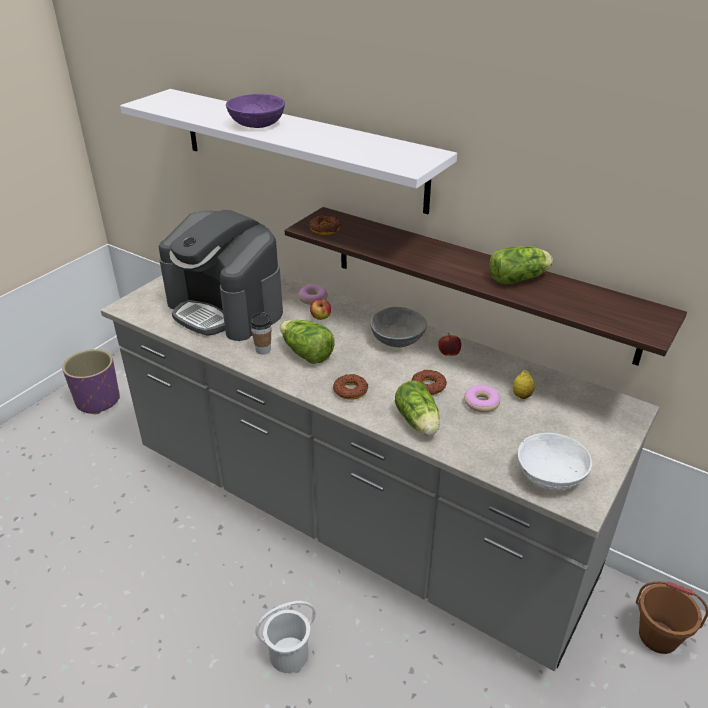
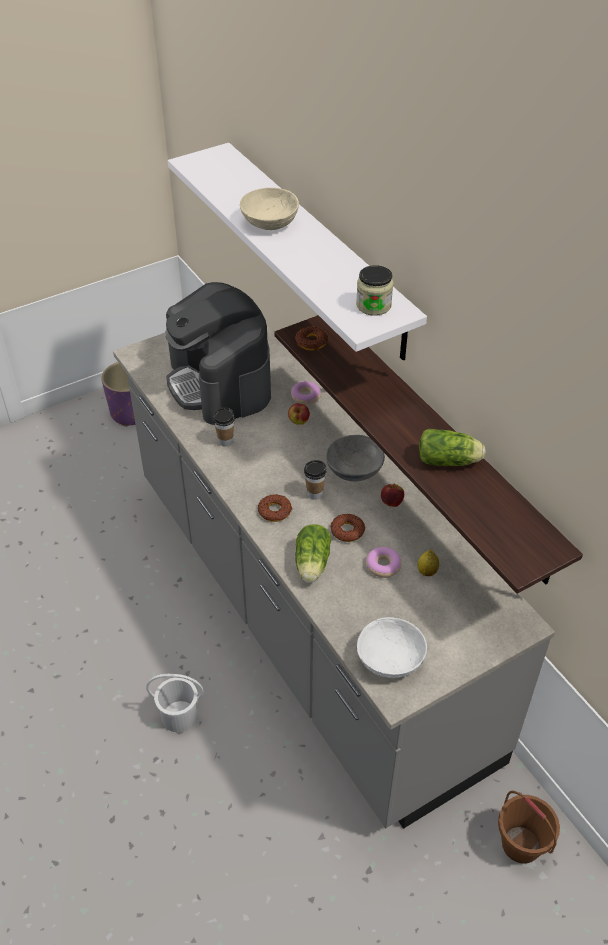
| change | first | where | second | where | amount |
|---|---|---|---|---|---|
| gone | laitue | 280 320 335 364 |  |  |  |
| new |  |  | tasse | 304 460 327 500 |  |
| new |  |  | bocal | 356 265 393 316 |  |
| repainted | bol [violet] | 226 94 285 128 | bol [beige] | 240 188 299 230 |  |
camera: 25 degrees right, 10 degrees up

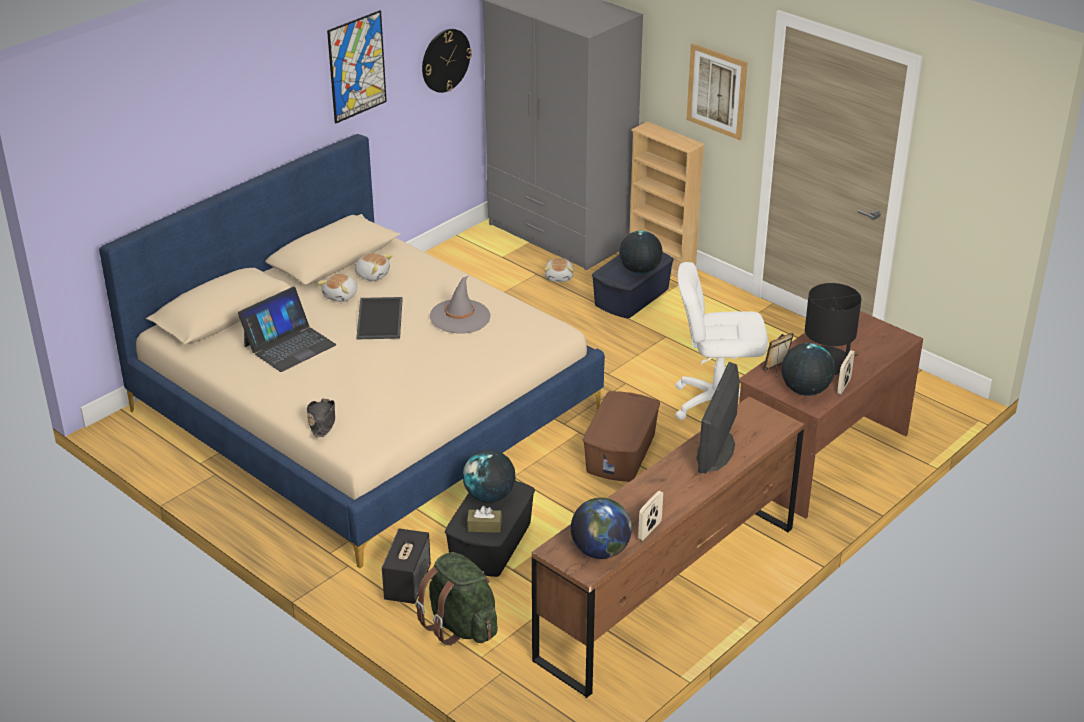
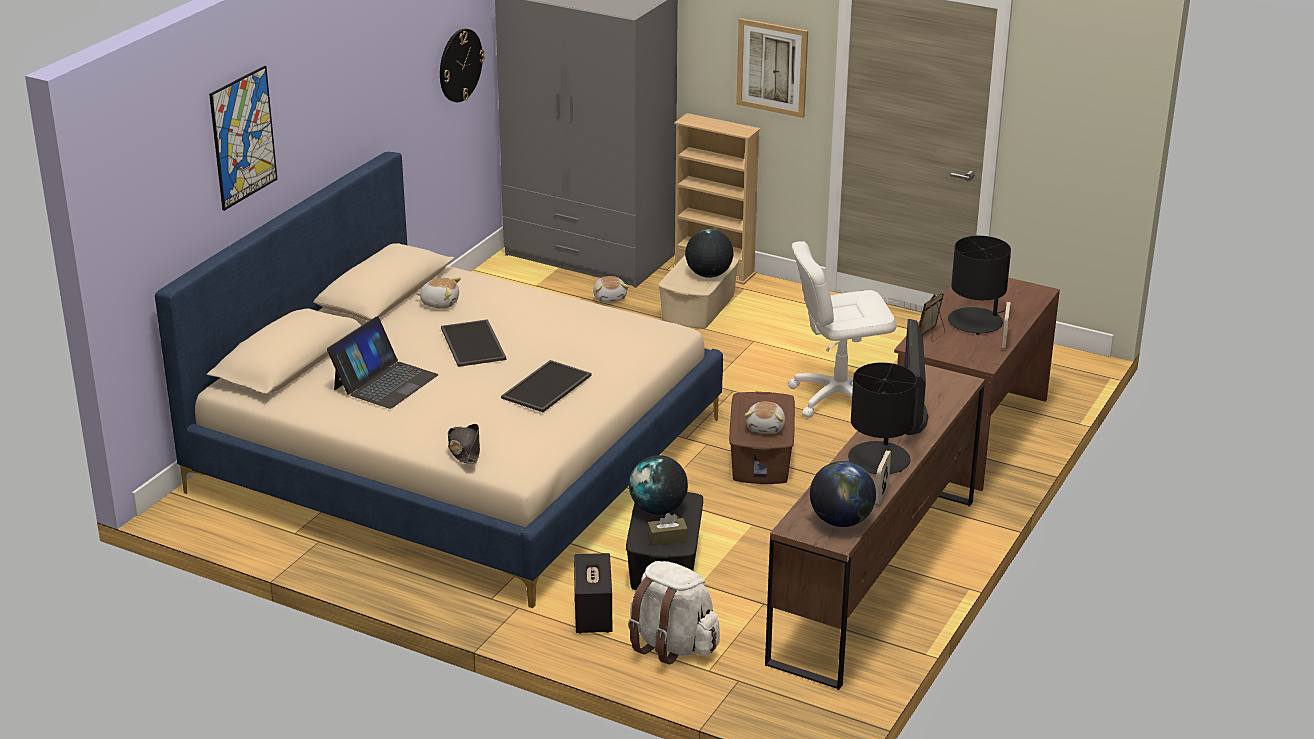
| change | first | where | second | where | amount |
|---|---|---|---|---|---|
| gone | chapeau [gris] | 430 276 490 334 |  |  |  |
| gone | globe | 782 343 835 396 |  |  |  |
| new |  |  | plateau | 501 360 592 412 |  |
| new |  |  | lampe de table [noir] | 848 363 917 474 |  |
| shifted | peluche | 317 274 357 302 |  | 745 402 785 434 |  |
| shifted | tableau | 327 10 387 123 |  | 209 66 277 211 |  |
| repainted | sac à dos [vert] | 415 552 498 645 | sac à dos [blanc] | 628 561 720 664 |  |
| repainted | boîte de rangement [bleu] | 592 252 674 318 | boîte de rangement [beige] | 658 256 739 329 |  |
camera: 15 degrees left, 5 degrees down

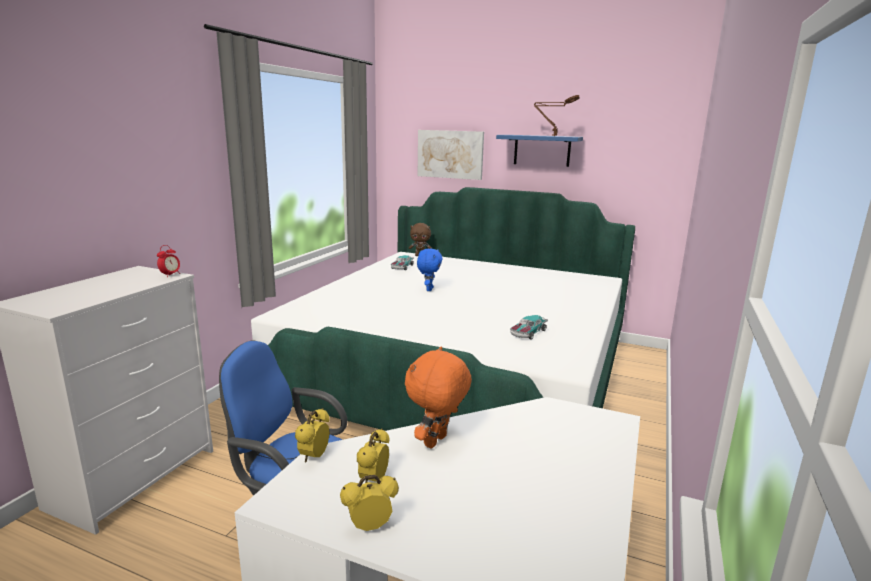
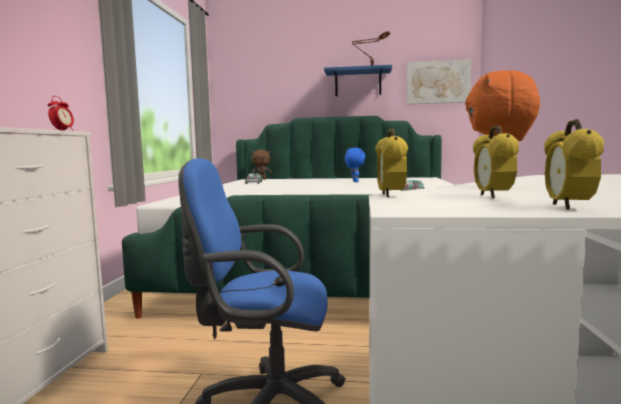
| change | first | where | second | where | amount |
|---|---|---|---|---|---|
| shifted | peluche [bleu] | 417 249 443 291 |  | 345 148 366 182 |  |
| shifted | tableau | 418 130 484 180 |  | 407 59 471 104 |  |
| rotated | réveil | 340 475 399 531 |  | 544 119 604 210 | 45 degrees counterclockwise |
camera: 15 degrees left, 10 degrees down

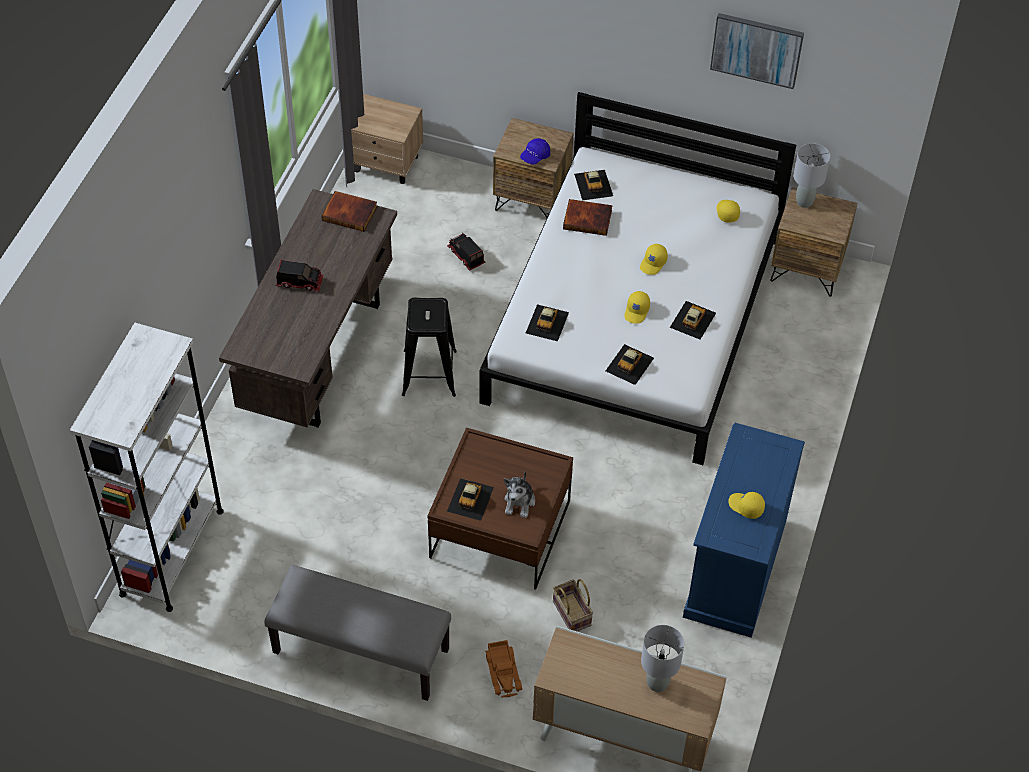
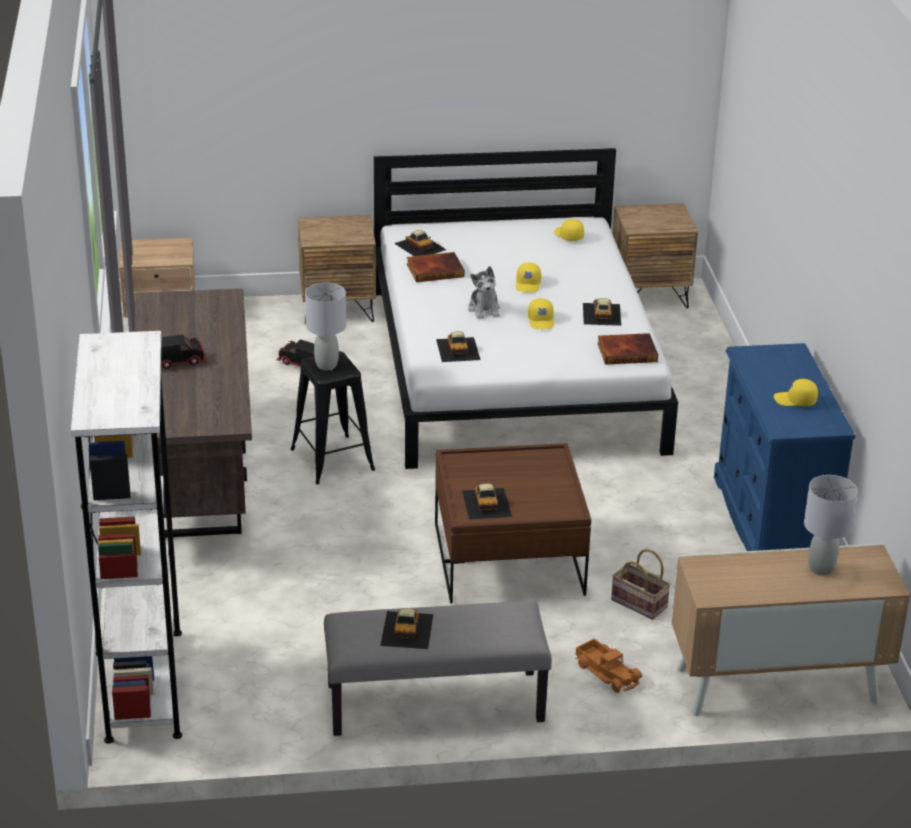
| change | first | where | second | where | amount |
|---|---|---|---|---|---|
| gone | casquette [bleu] | 520 138 550 165 |  |  |  |
| gone | tableau | 710 13 804 89 |  |  |  |
| shifted | livre | 322 191 377 232 |  | 598 333 658 365 |  |
| shifted | peluche | 503 471 535 518 |  | 468 266 500 319 |  |
| shifted | petite voiture | 606 344 654 385 |  | 380 608 434 649 |  |
| shifted | lampe de table [gris] | 794 143 830 208 |  | 305 283 346 370 |  |
camera: 25 degrees left, 20 degrees down

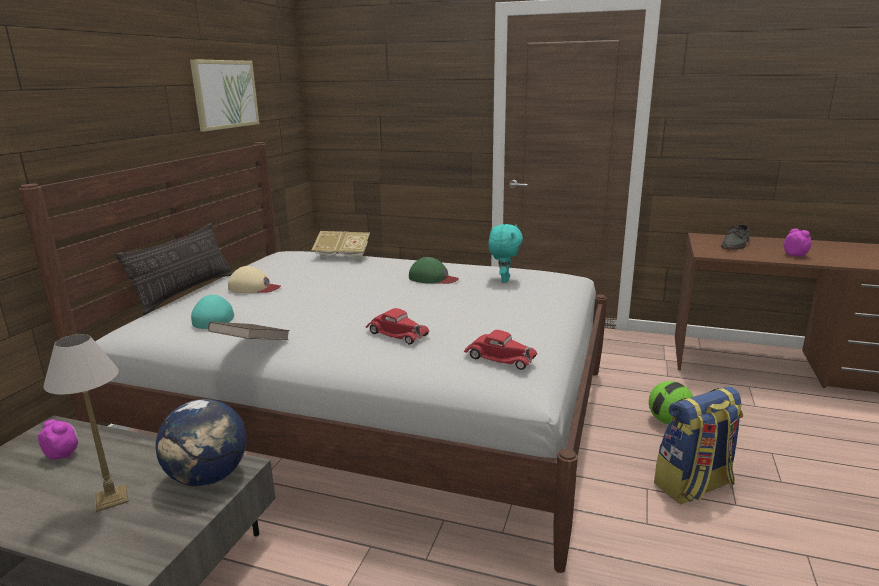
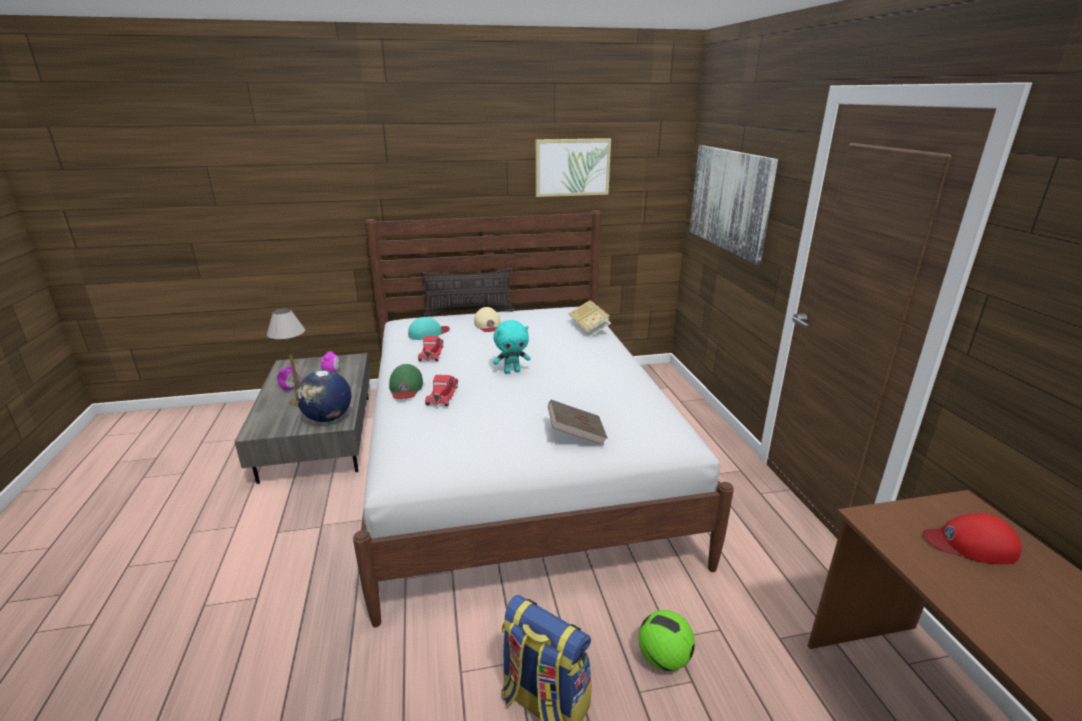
| change | first | where | second | where | amount |
|---|---|---|---|---|---|
| new |  |  | tableau | 689 145 778 264 |  |
| shifted | livre [marron] | 208 322 290 340 |  | 548 400 607 445 |  |
| shifted | casquette [vert] | 409 257 459 284 |  | 389 364 423 399 |  |
| shifted | petite voiture [rouge] | 464 330 538 370 |  | 418 336 443 361 |  |
| shifted | peluche [turquoise] | 488 224 523 283 |  | 493 320 530 374 |  |
| shifted | réveil | 784 228 811 257 |  | 277 366 299 391 |  |
| swapped | chaussure [gris] | 721 224 750 250 | casquette [rouge] | 923 513 1022 564 |  |
camera: 60 degrees right, 5 degrees up

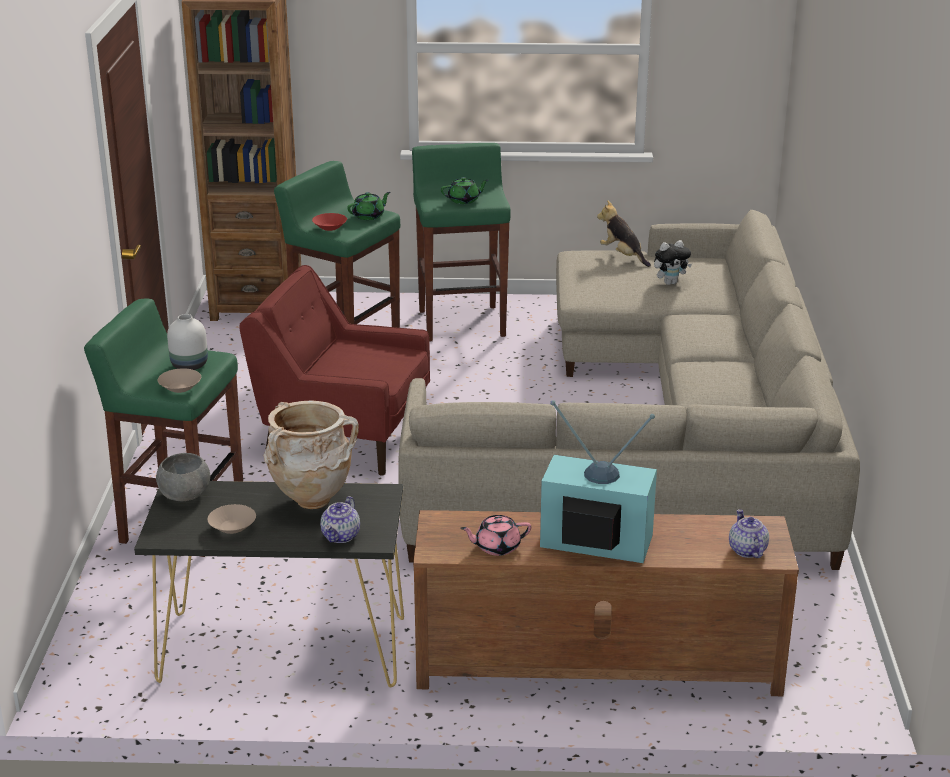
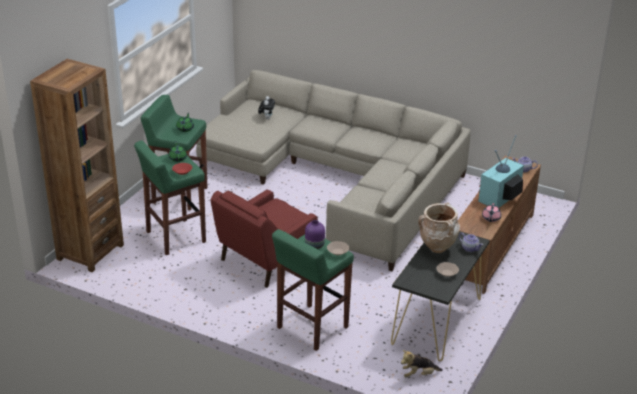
| change | first | where | second | where | amount |
|---|---|---|---|---|---|
| gone | bol [gris] | 156 453 210 501 |  |  |  |
| shifted | peluche | 597 200 651 267 |  | 401 350 443 377 |  |
| repainted | vase [blanc] | 167 314 208 370 | vase [violet] | 305 220 325 249 |  |
camera: 65 degrees left, 5 degrees up

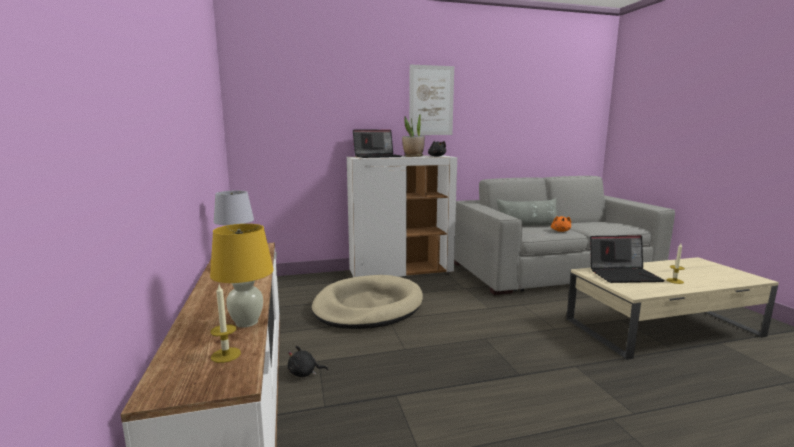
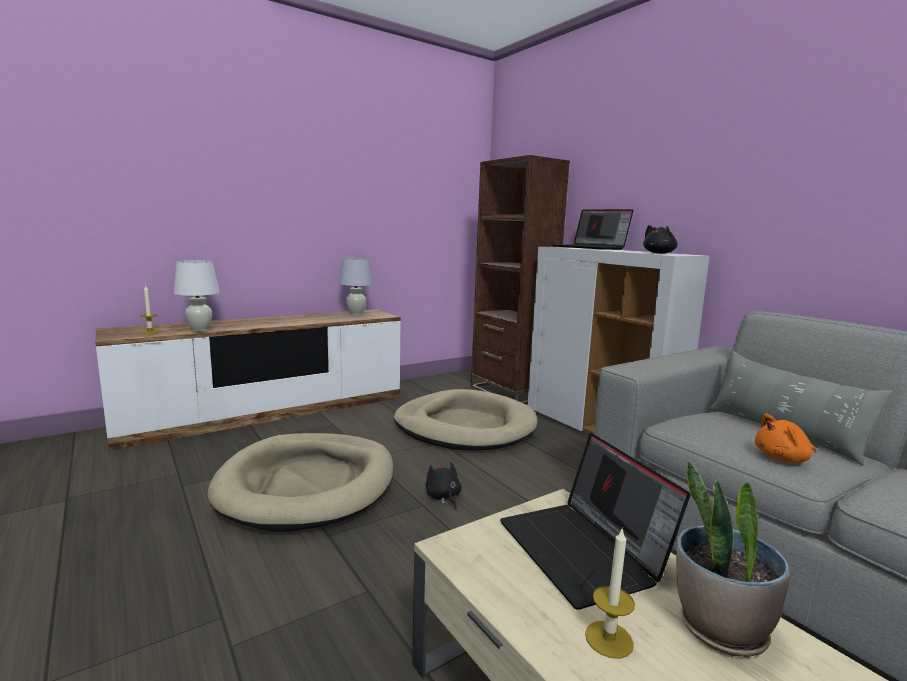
| change | first | where | second | where | amount |
|---|---|---|---|---|---|
| gone | tableau | 409 65 454 135 |  |  |  |
| new |  |  | panier pour chien [beige] | 207 433 394 532 |  |
| new |  |  | bibliothèque [marron] | 471 155 570 404 |  |
| shifted | peluche [noir] | 288 346 328 377 |  | 426 462 462 509 |  |
| shifted | plante en pot | 402 113 425 157 |  | 676 461 790 658 |  |
| repainted | lampe de table [jaune] | 210 224 274 328 | lampe de table [blanc] | 174 260 220 331 |  |
camera: 70 degrees right, 0 degrees up

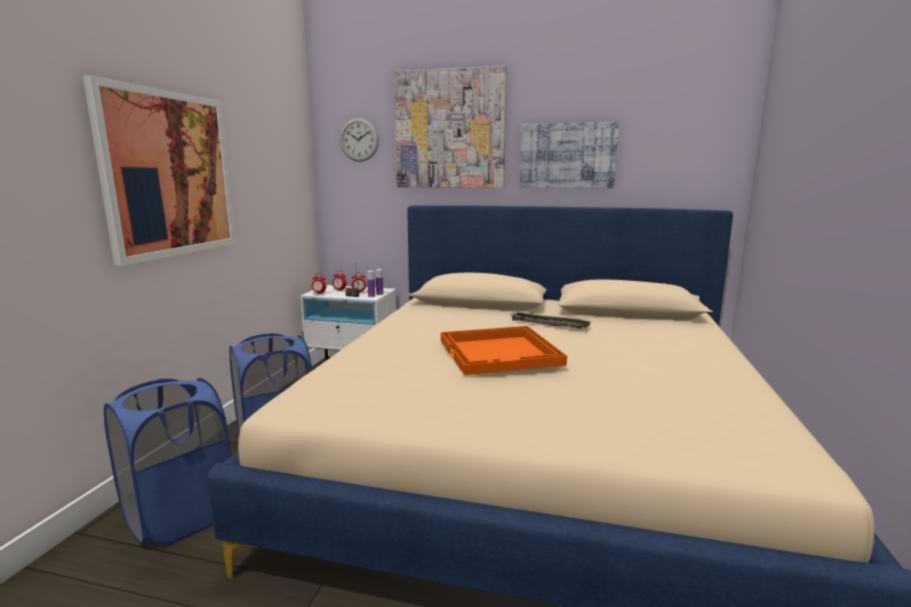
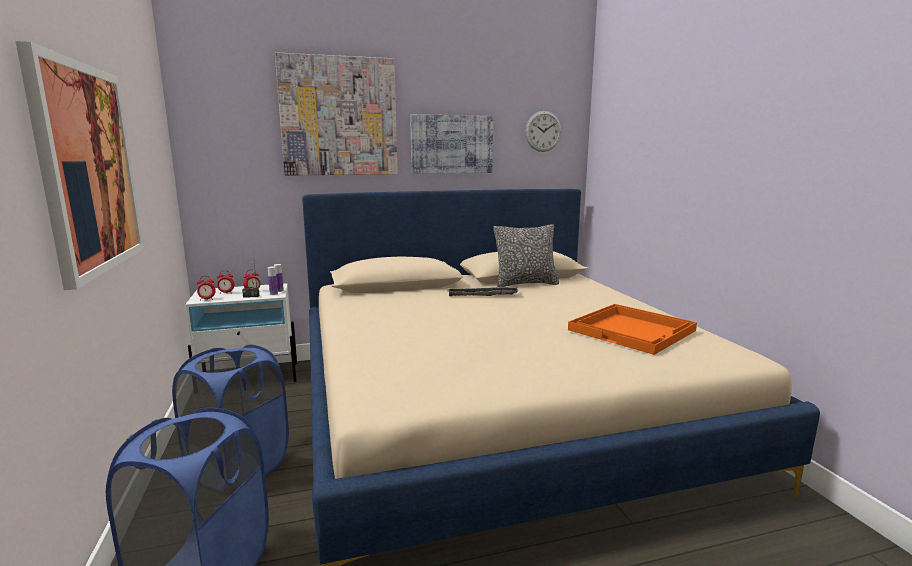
| change | first | where | second | where | amount |
|---|---|---|---|---|---|
| new |  |  | coussin | 493 224 559 287 |  |
| shifted | horloge murale | 340 118 379 162 |  | 525 111 562 152 |  |
| shifted | plateau [orange] | 441 326 567 375 |  | 568 304 697 355 |  |
camera: 30 degrees left, 0 degrees up

